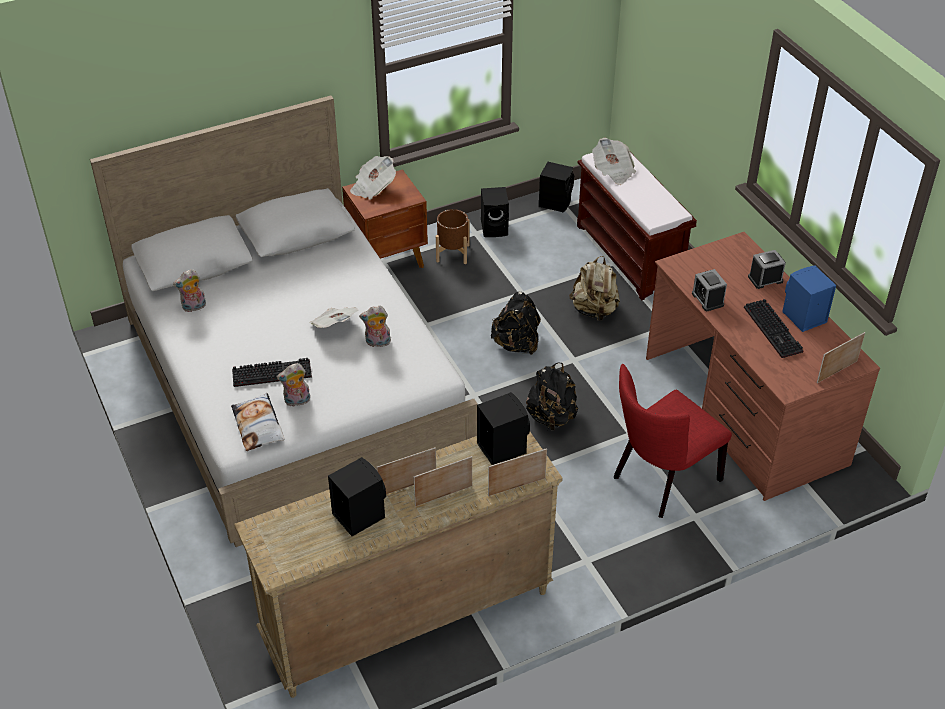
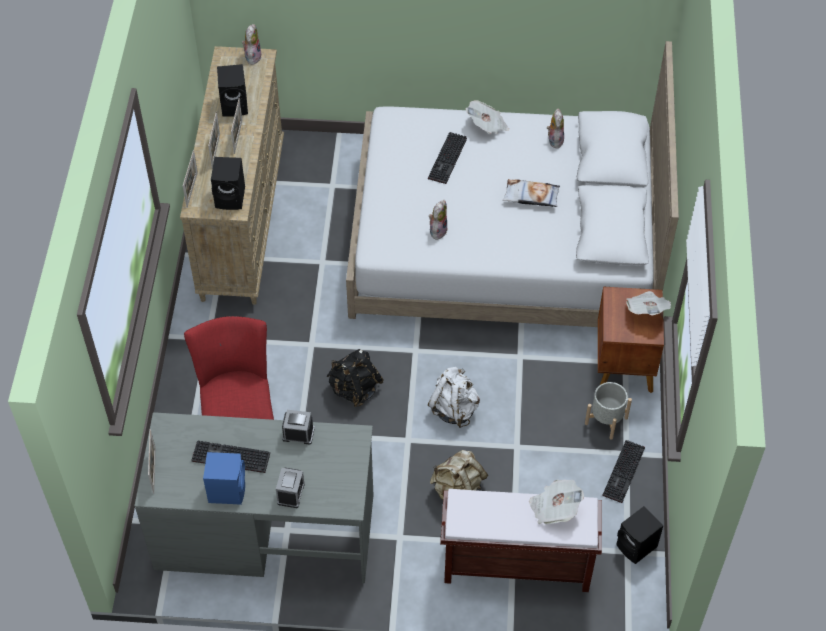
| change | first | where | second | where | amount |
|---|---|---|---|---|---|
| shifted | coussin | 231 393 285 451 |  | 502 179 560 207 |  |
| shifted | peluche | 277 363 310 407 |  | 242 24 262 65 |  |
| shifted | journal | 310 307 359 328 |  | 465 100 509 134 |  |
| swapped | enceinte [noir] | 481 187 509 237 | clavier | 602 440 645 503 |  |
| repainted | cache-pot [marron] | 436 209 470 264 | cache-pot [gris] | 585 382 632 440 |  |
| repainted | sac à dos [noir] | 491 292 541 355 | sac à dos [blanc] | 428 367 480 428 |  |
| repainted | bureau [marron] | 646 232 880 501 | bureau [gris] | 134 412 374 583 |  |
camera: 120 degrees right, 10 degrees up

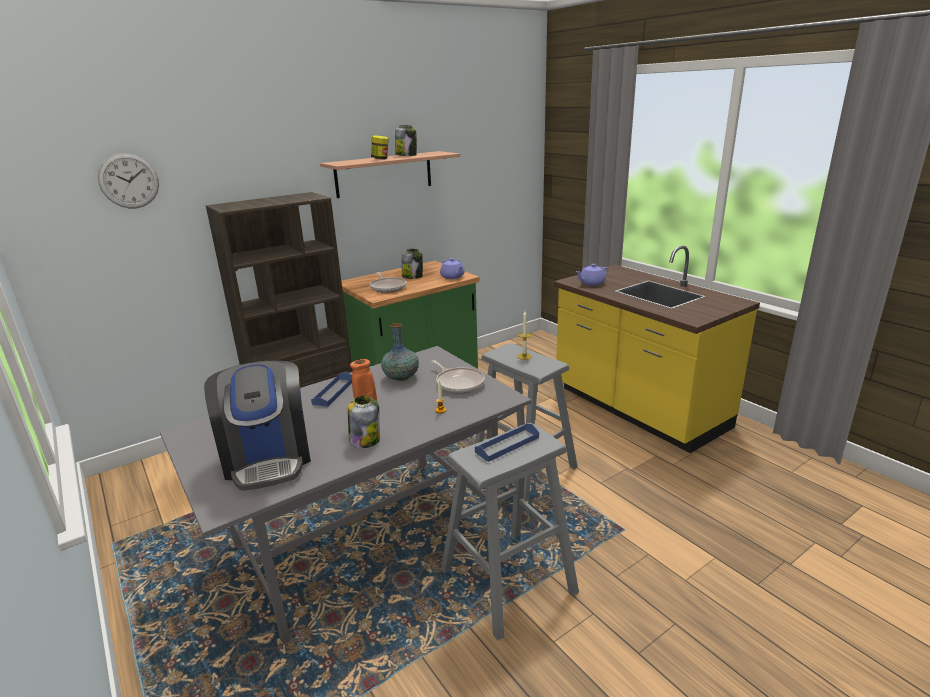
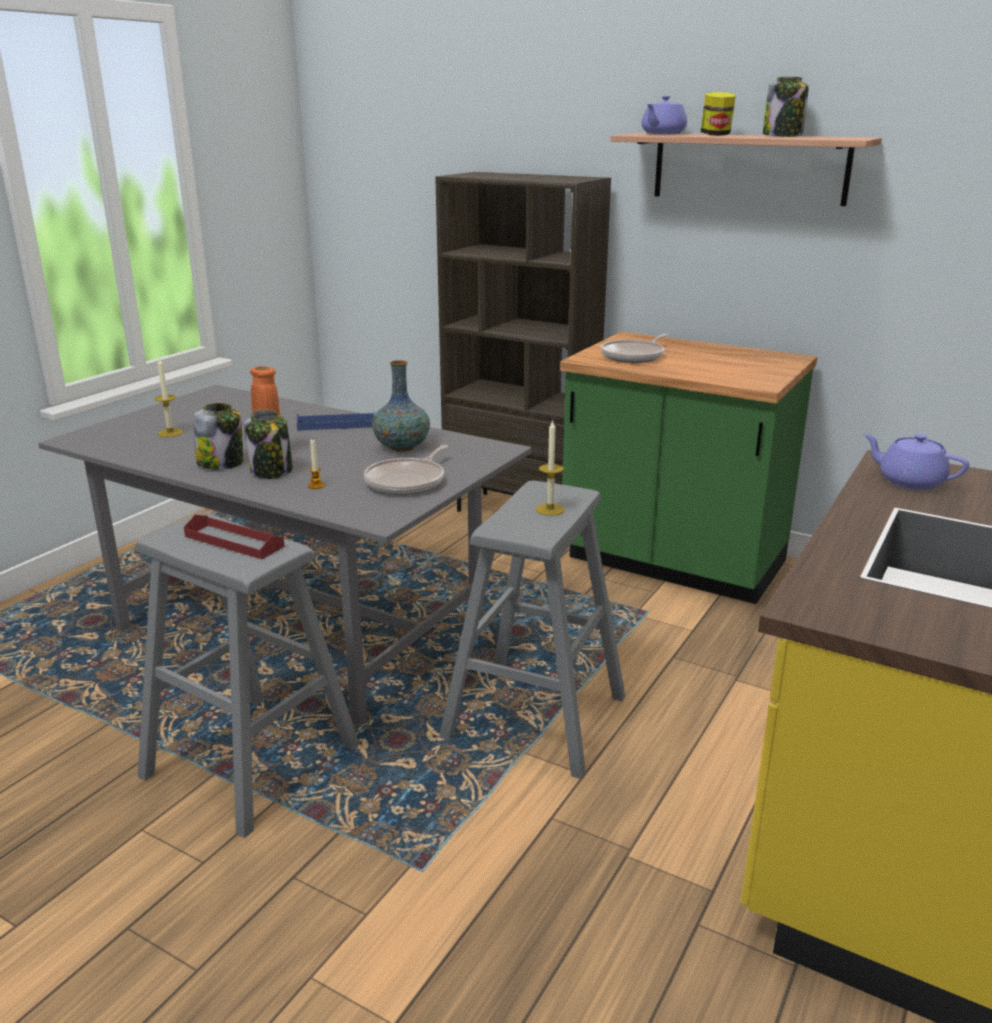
| change | first | where | second | where | amount |
|---|---|---|---|---|---|
| gone | horloge murale | 98 153 159 208 |  |  |  |
| shifted | bocal | 402 249 423 279 |  | 244 410 293 479 |  |
| shifted | théière [violet] | 440 258 465 279 |  | 641 96 687 134 |  |
| swapped | machine à café | 204 361 311 491 | bougie | 155 358 183 437 |  |
| repainted | plateau [bleu] | 475 424 539 462 | plateau [rouge] | 184 515 285 559 |  |
camera: 65 degrees right, 0 degrees up

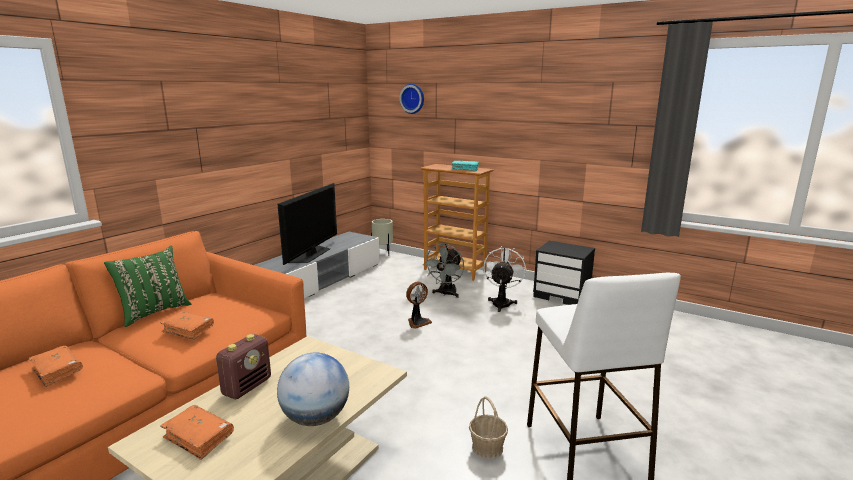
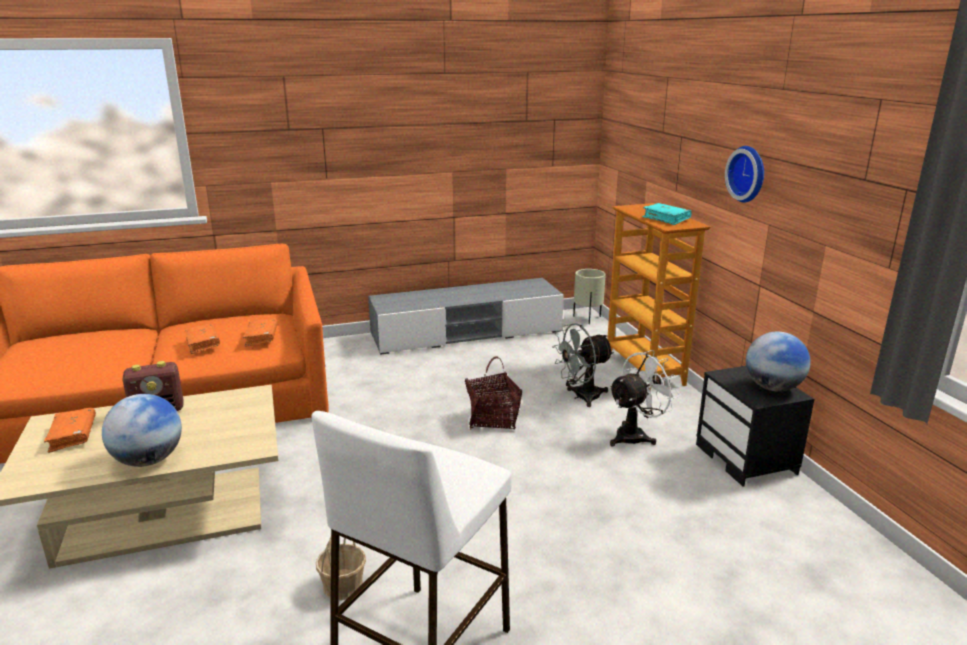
| change | first | where | second | where | amount |
|---|---|---|---|---|---|
| gone | coussin [vert] | 104 246 191 327 |  |  |  |
| gone | téléviseur | 278 183 337 265 |  |  |  |
| new |  |  | globe | 746 332 811 392 |  |
| shifted | livre [orange] | 29 346 83 387 |  | 243 318 278 347 |  |
| shifted | horloge murale | 399 84 424 114 |  | 725 146 764 203 |  |
| swapped | ventilateur | 406 282 432 329 | panier | 465 357 522 430 |  |
camera: 40 degrees right, 5 degrees up

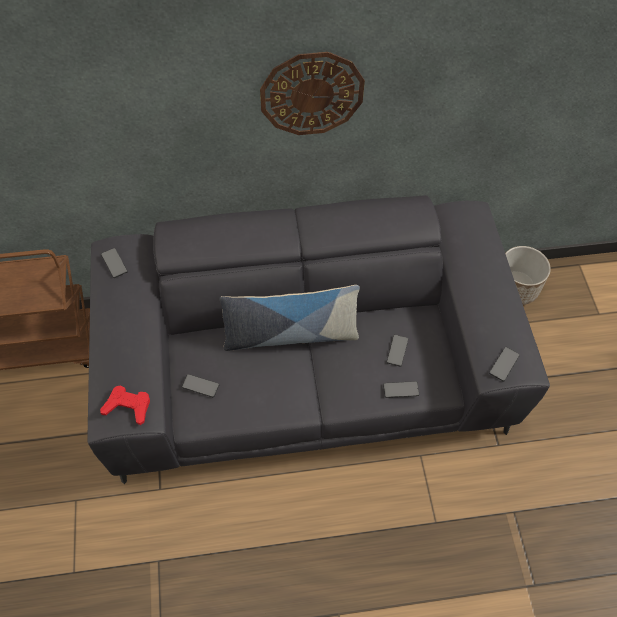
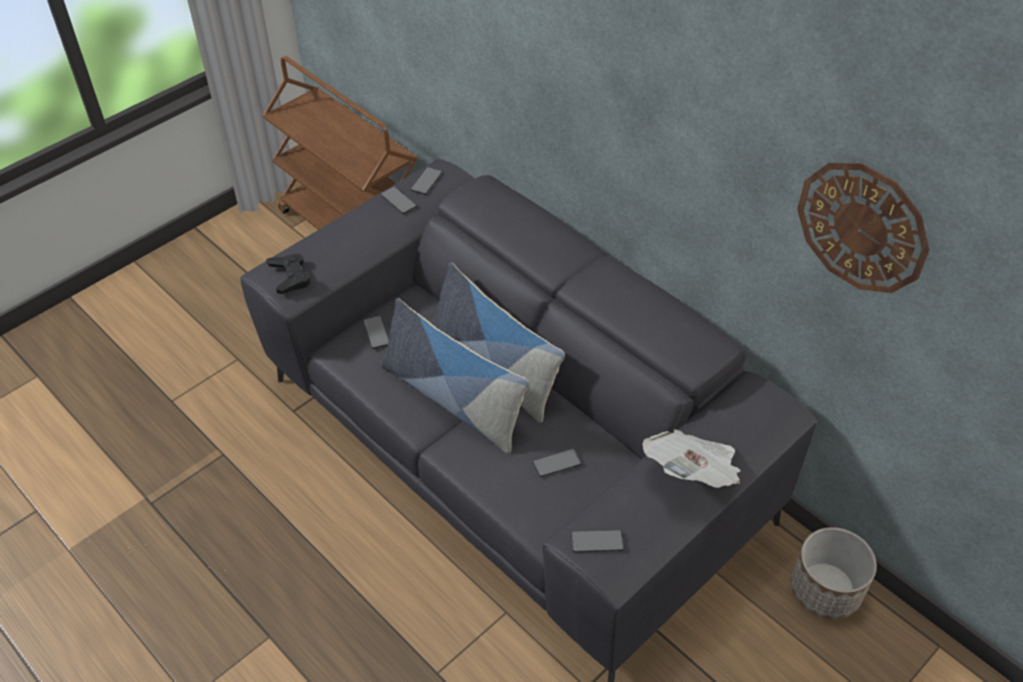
| change | first | where | second | where | amount |
|---|---|---|---|---|---|
| new |  |  | coussin | 381 298 529 453 |  |
| new |  |  | journal | 642 429 741 488 |  |
| shifted | horloge murale | 260 52 365 135 |  | 797 163 930 293 |  |
| shifted | téléphone | 383 381 420 398 |  | 381 187 417 214 |  |
| repainted | manette [rouge] | 100 386 150 425 | manette [noir] | 266 253 311 294 |  |
camera: 55 degrees right, 10 degrees down

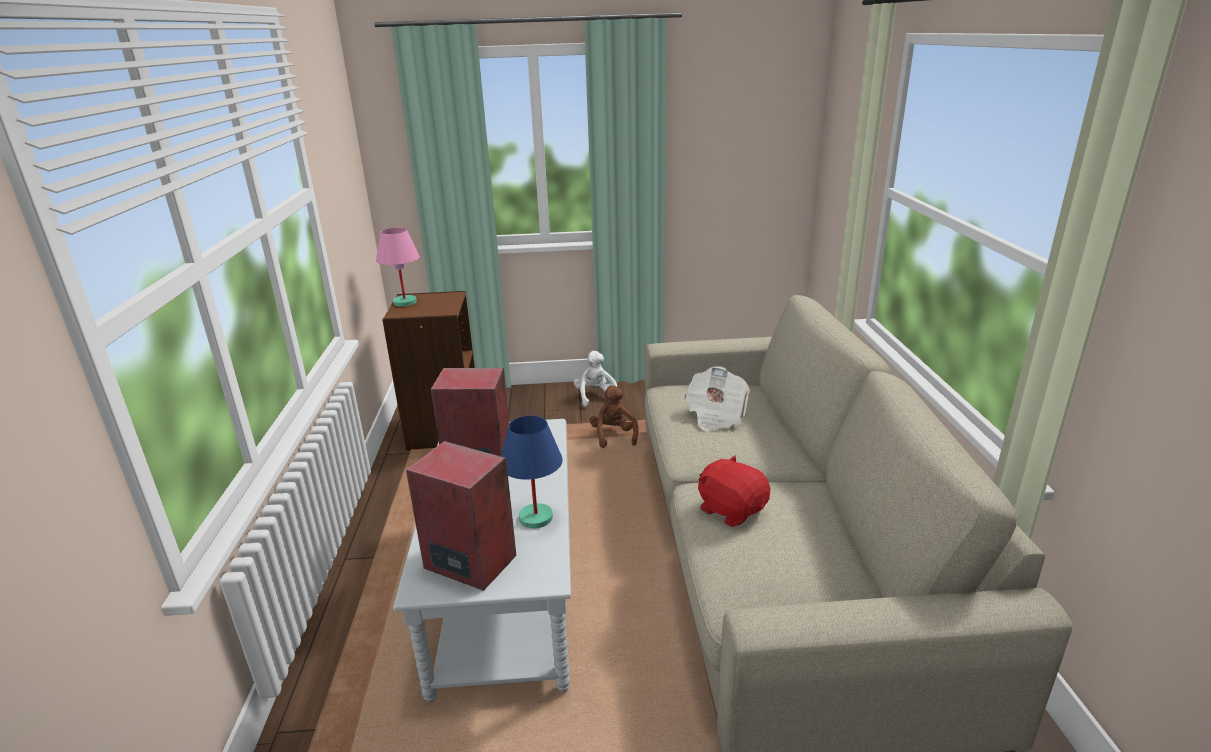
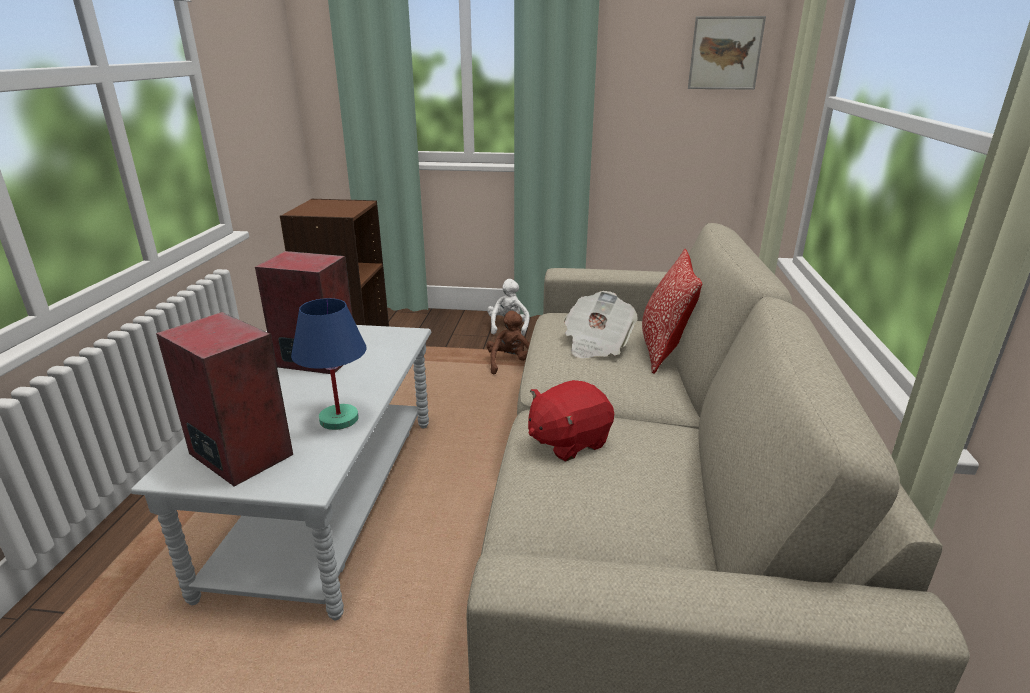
| change | first | where | second | where | amount |
|---|---|---|---|---|---|
| gone | lampe de table [rose] | 376 228 420 307 |  |  |  |
| new |  |  | coussin | 642 249 702 374 |  |
| new |  |  | tableau | 688 16 766 90 |  |
| rotated | peluche [rouge] | 698 456 771 527 |  | 528 380 614 462 | 90 degrees counterclockwise |
camera: 10 degrees right, 0 degrees up

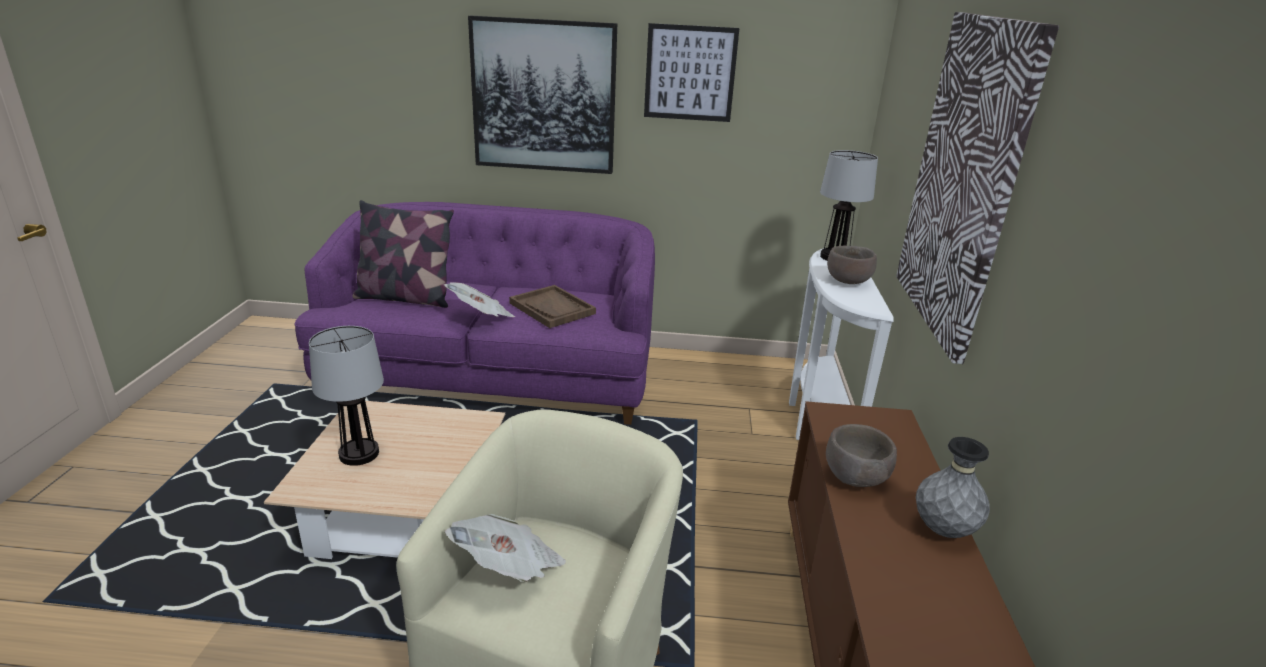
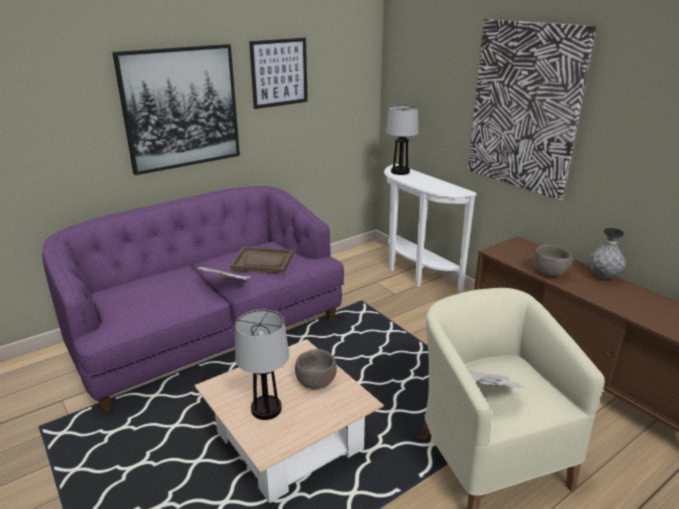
| change | first | where | second | where | amount |
|---|---|---|---|---|---|
| gone | coussin | 352 200 454 308 |  |  |  |
| shifted | bol [marron] | 827 246 877 284 |  | 295 349 337 389 |  |
camera: 40 degrees left, 0 degrees up

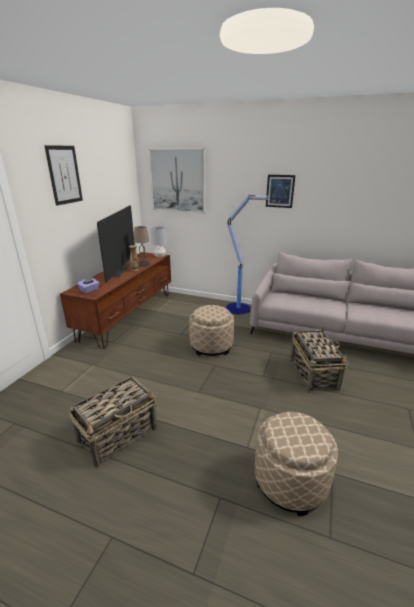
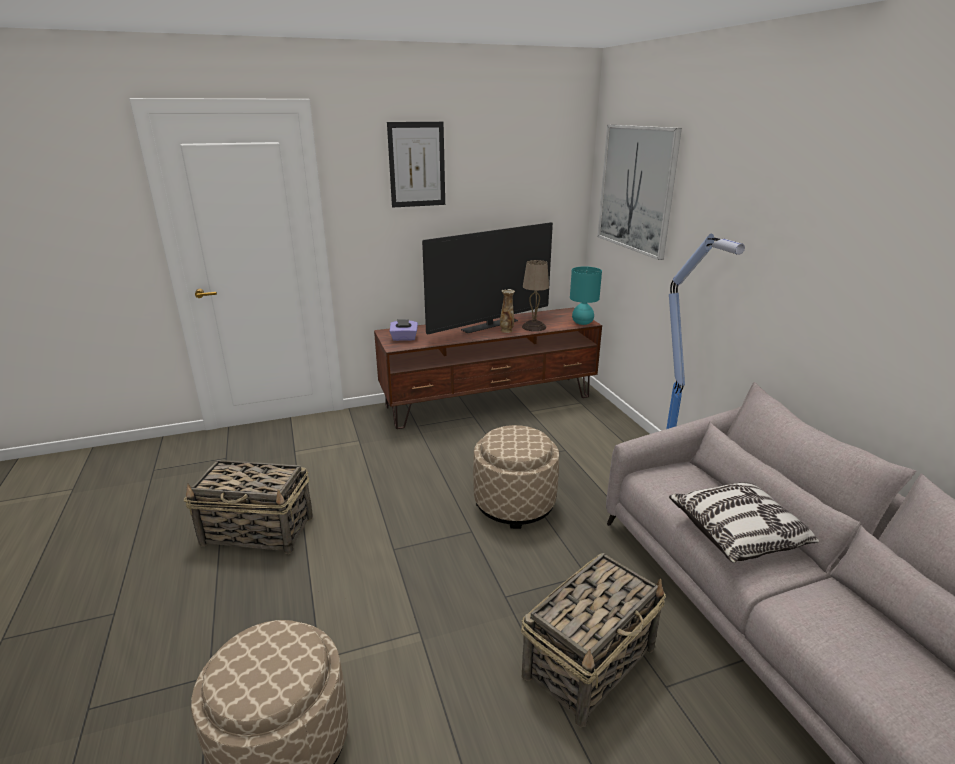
| change | first | where | second | where | amount |
|---|---|---|---|---|---|
| gone | tableau | 266 175 295 208 |  |  |  |
| new |  |  | coussin | 669 482 819 563 |  |
| repainted | lampe de table [gris] | 150 226 167 258 | lampe de table [turquoise] | 570 266 602 325 |  |
camera: 50 degrees right, 0 degrees up

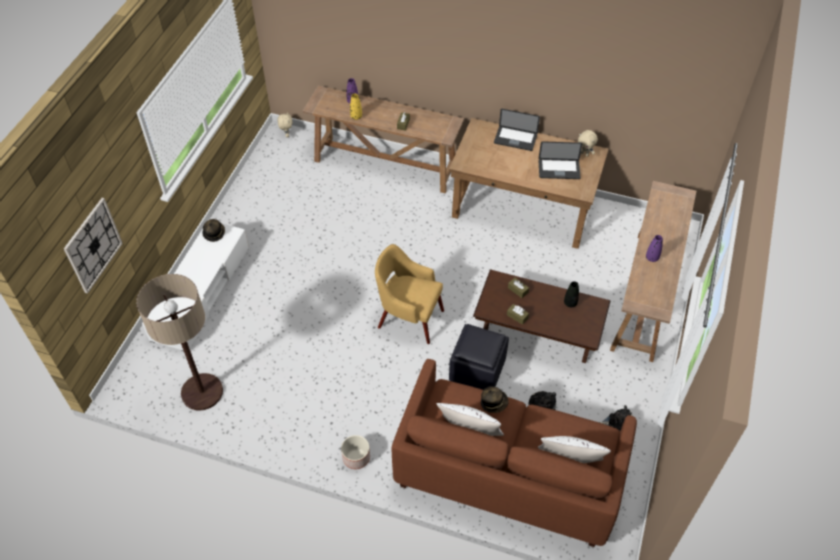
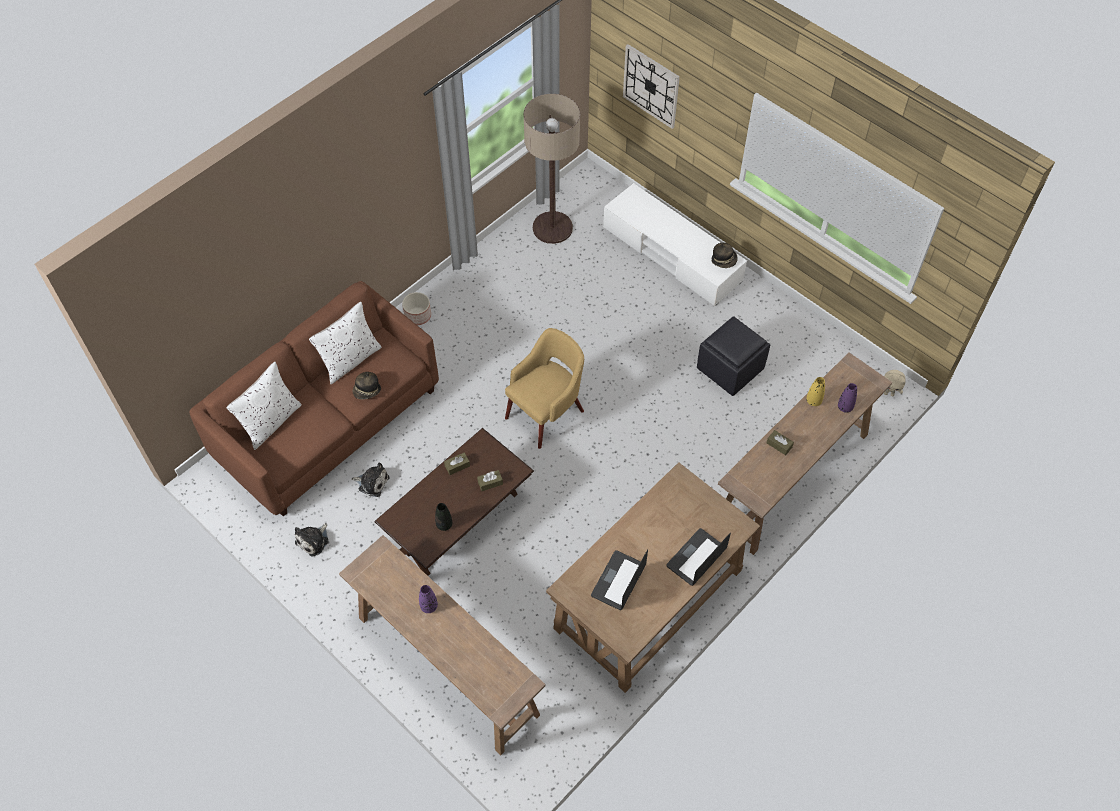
| change | first | where | second | where | amount |
|---|---|---|---|---|---|
| gone | peluche [beige] | 578 130 598 157 |  |  |  |
| shifted | pouf [noir] | 449 324 509 390 |  | 697 317 770 396 |  |
camera: 115 degrees right, 5 degrees up

